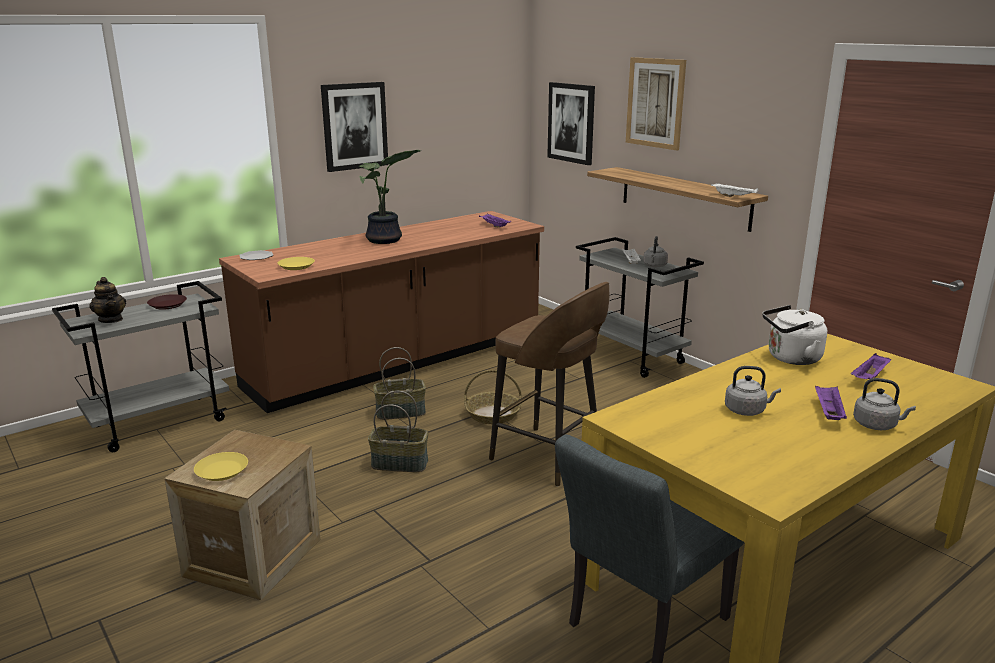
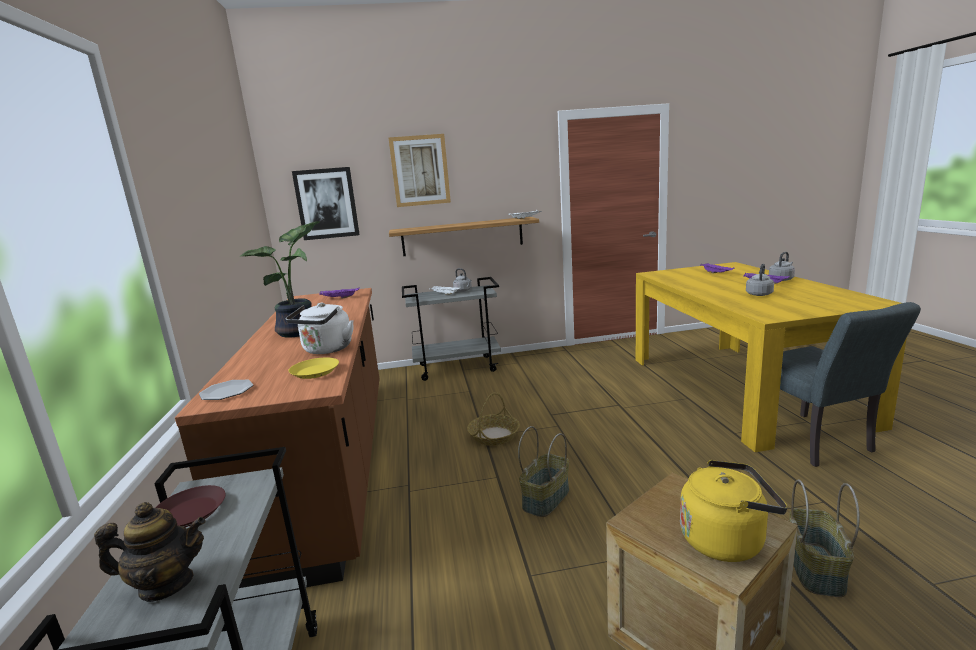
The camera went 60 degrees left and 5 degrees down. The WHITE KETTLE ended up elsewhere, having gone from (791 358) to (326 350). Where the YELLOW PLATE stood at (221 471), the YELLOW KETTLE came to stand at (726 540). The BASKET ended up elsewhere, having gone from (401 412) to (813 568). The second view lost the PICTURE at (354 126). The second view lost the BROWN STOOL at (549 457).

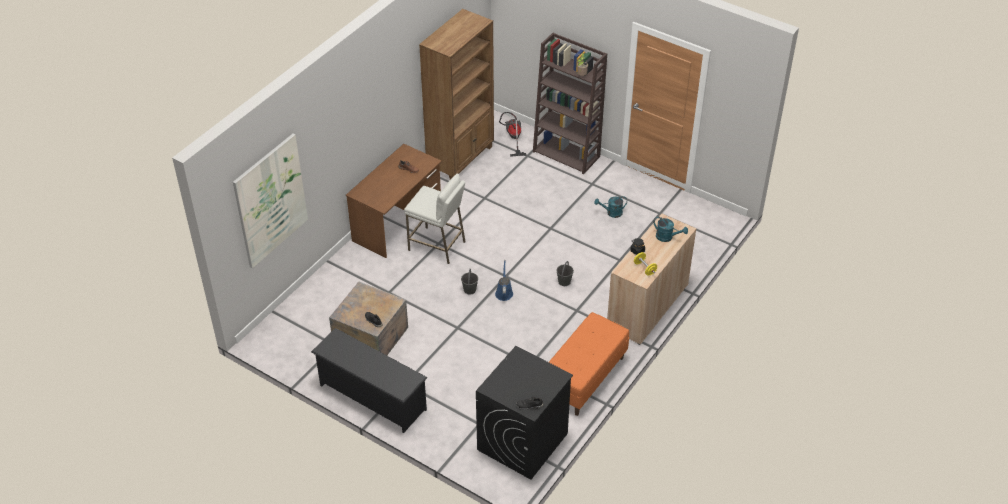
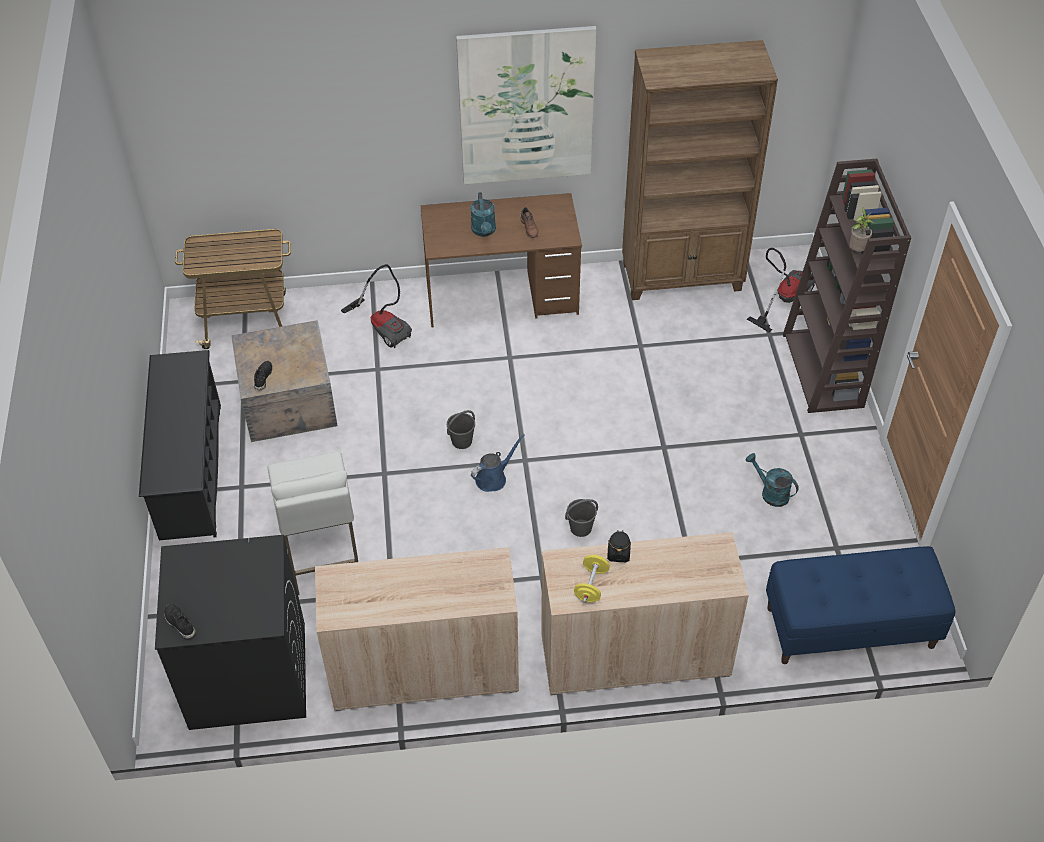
The camera went 50 degrees right and 5 degrees up. The second view gained the CART at (247 321). The WHITE STOOL ended up elsewhere, having gone from (437 246) to (322 555). Where the ORANGE BENCH stood at (584 378), the BEIGE CABINET came to stand at (424 670). The second view gained the VACUUM CLEANER at (384 326). The PICTURE ended up elsewhere, having gone from (271 201) to (526 106). The TURQUOISE WATERING CAN ended up elsewhere, having gone from (667 237) to (484 231). The second view gained the BLUE BENCH at (849 628).

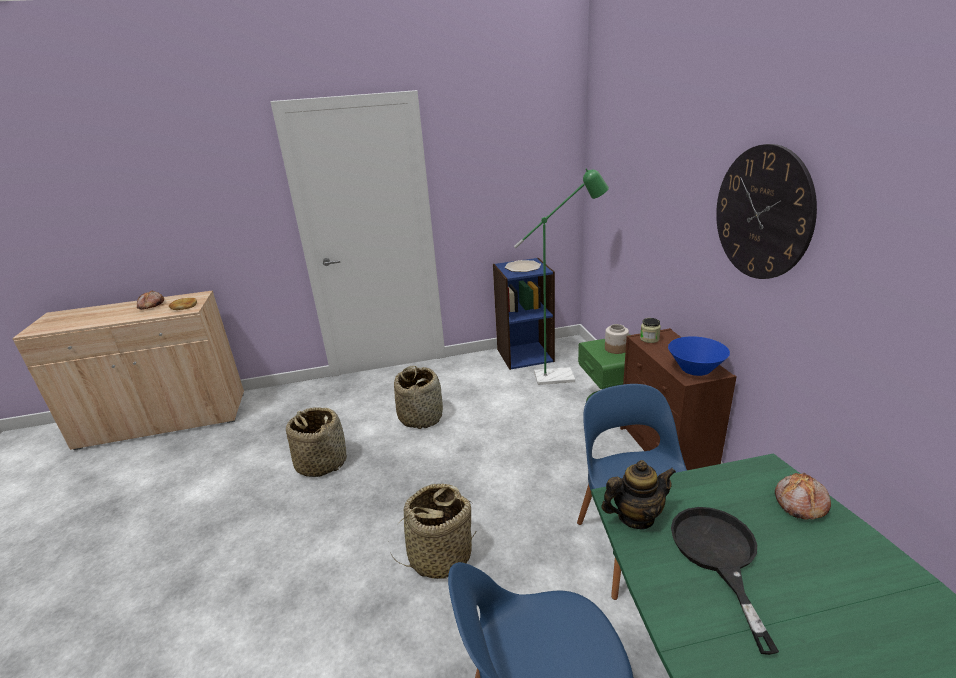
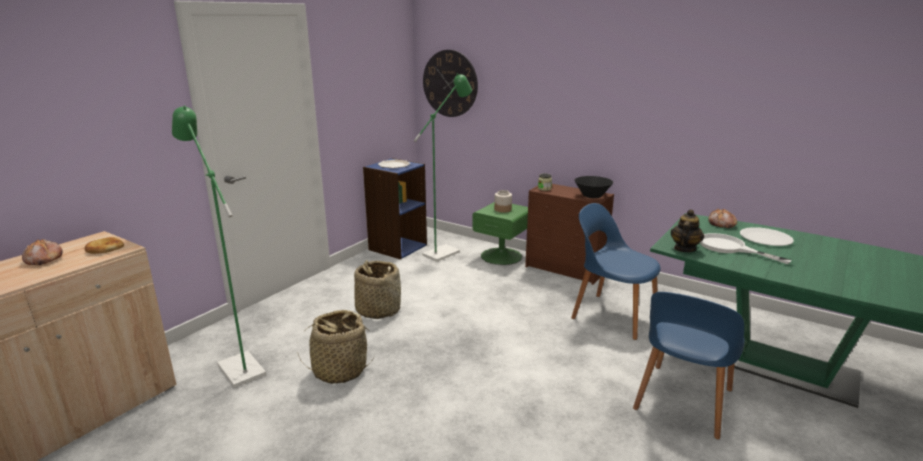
The camera went 45 degrees left and 5 degrees down. The second view gained the GREEN FLOOR LAMP at (237 365). The WALL CLOCK ended up elsewhere, having gone from (762 213) to (450 83). What was the BLUE BOWL at (695 370) turned into the BLACK BOWL at (592 196). What was the BLACK FRYING PAN at (718 555) turned into the WHITE FRYING PAN at (729 248). The second view gained the WHITE PLATE at (765 238). The second view lost the BASKET at (440 555).

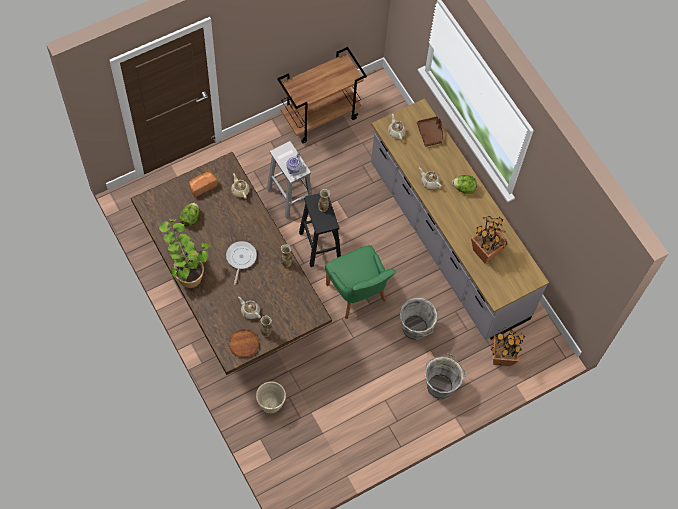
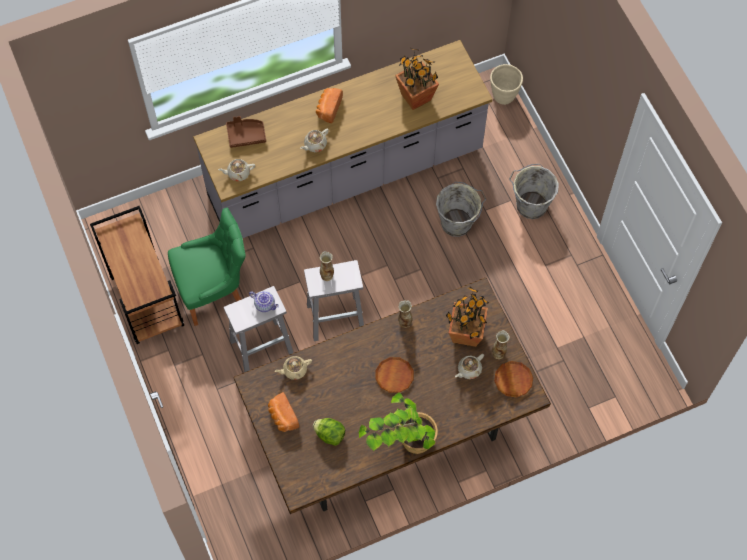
The camera went 80 degrees left and 0 degrees up. The GREEN CHAIR ended up elsewhere, having gone from (357 294) to (214 291). What was the BLACK STOOL at (320 246) turned into the WHITE STOOL at (336 317). Where the LETTUCE stood at (464 188), the BREAD came to stand at (328 108). Where the FRYING PAN stood at (240 258), the BROWN PLATE came to stand at (394 376). The POTTED PLANT ended up elsewhere, having gone from (502 357) to (465 334). The BEIGE PLANTER ended up elsewhere, having gone from (271 405) to (503 96).

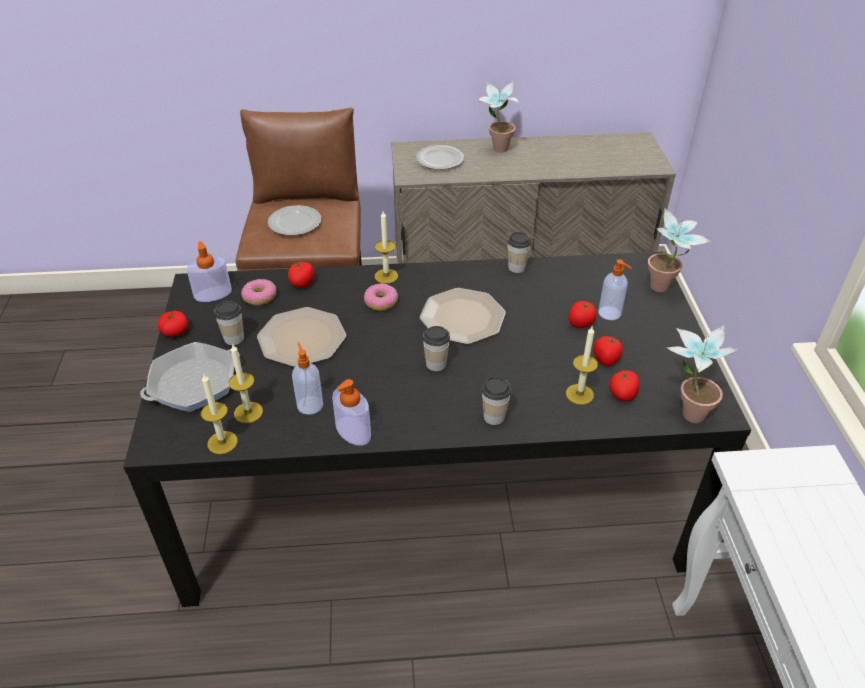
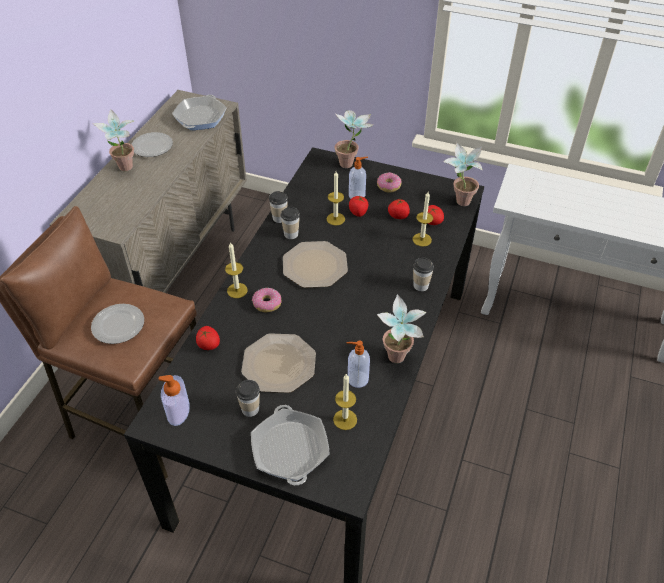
The camera went 65 degrees left and 5 degrees up. The PLATE ended up elsewhere, having gone from (439 160) to (152 147). The second view gained the FRYING PAN at (200 117). The CUP ended up elsewhere, having gone from (436 364) to (291 234). The CANDLE ended up elsewhere, having gone from (222 442) to (335 219). The DONUT ended up elsewhere, having gone from (260 297) to (388 186). Where the SOAP DISPENSER stood at (353 431), the POTTED PLANT came to stand at (397 362). The second view lost the TOMATO at (175 332).

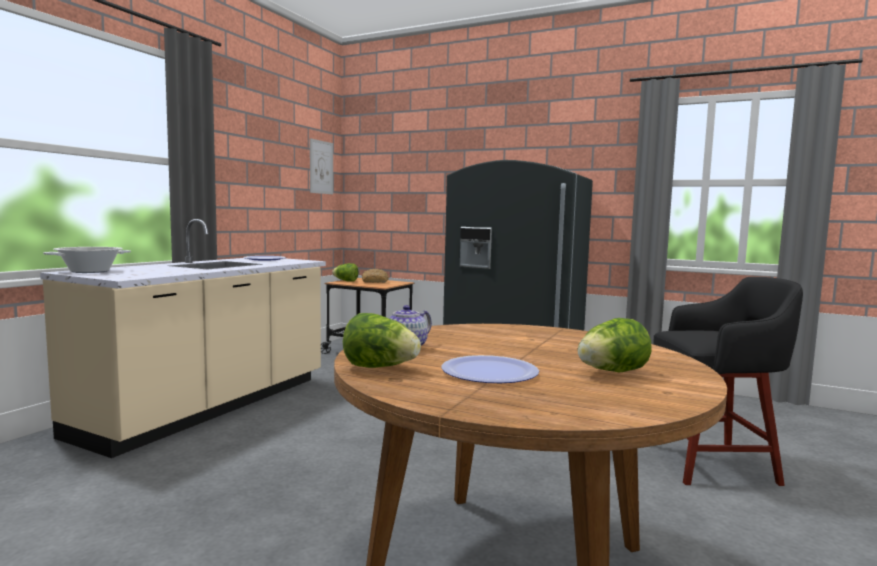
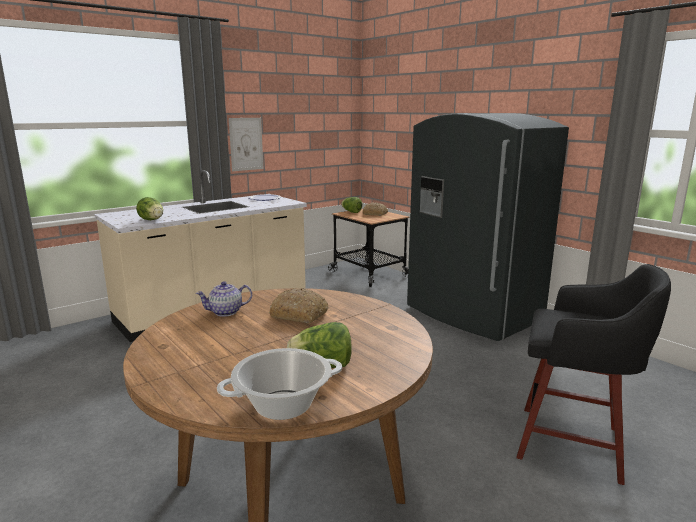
The camera went 25 degrees right and 10 degrees up. The LETTUCE ended up elsewhere, having gone from (380 367) to (152 220). The COOKING POT ended up elsewhere, having gone from (89 271) to (282 405). The PICTURE ended up elsewhere, having gone from (321 167) to (246 144). The second view gained the BREAD at (300 314). The second view lost the PLATE at (489 372).

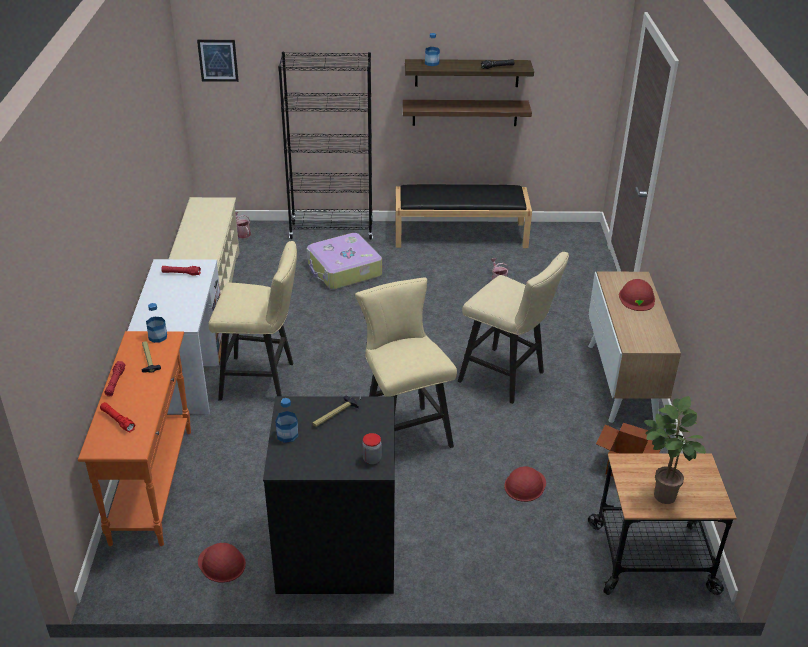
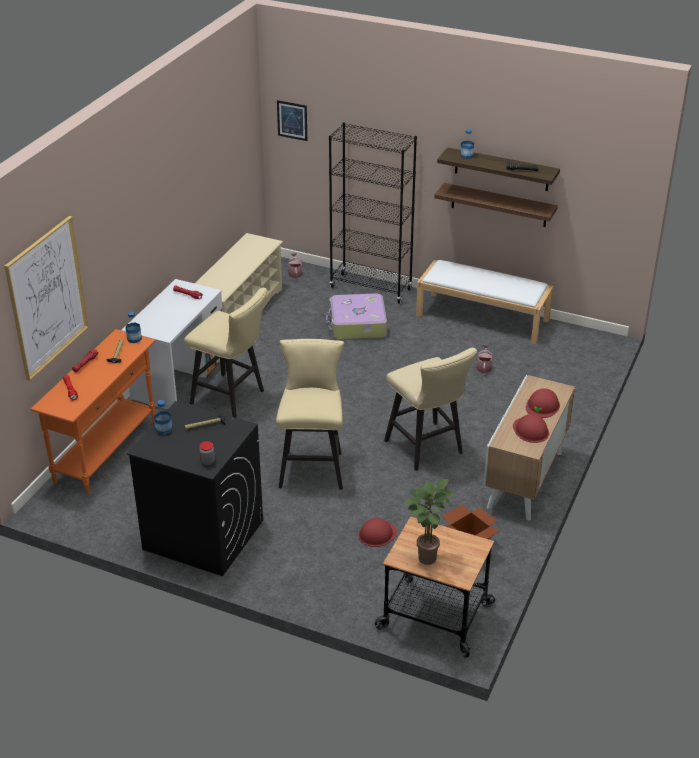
The camera went 25 degrees right and 0 degrees up. The second view gained the PICTURE at (47 298). What was the BLACK BENCH at (461 234) turned into the WHITE BENCH at (483 317). The RED HARD HAT ended up elsewhere, having gone from (221 563) to (530 430).

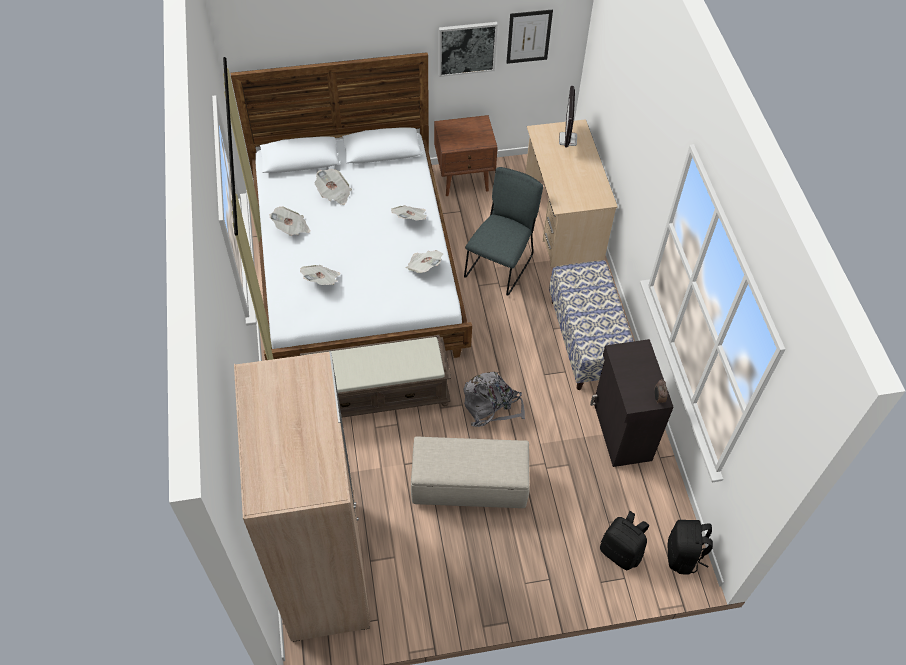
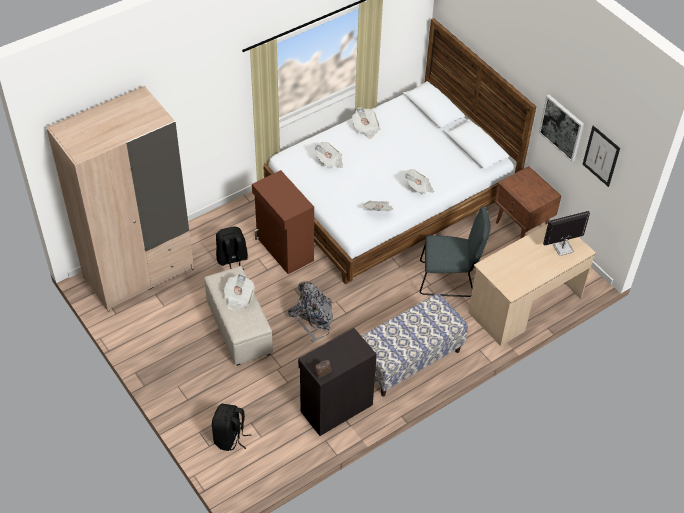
The camera went 65 degrees right and 5 degrees down. The BLACK BACKPACK ended up elsewhere, having gone from (683 556) to (232 260). The NEWSPAPER ended up elsewhere, having gone from (334 193) to (238 298). Where the BROWN BENCH stood at (377 395), the BROWN CABINET came to stand at (284 250).

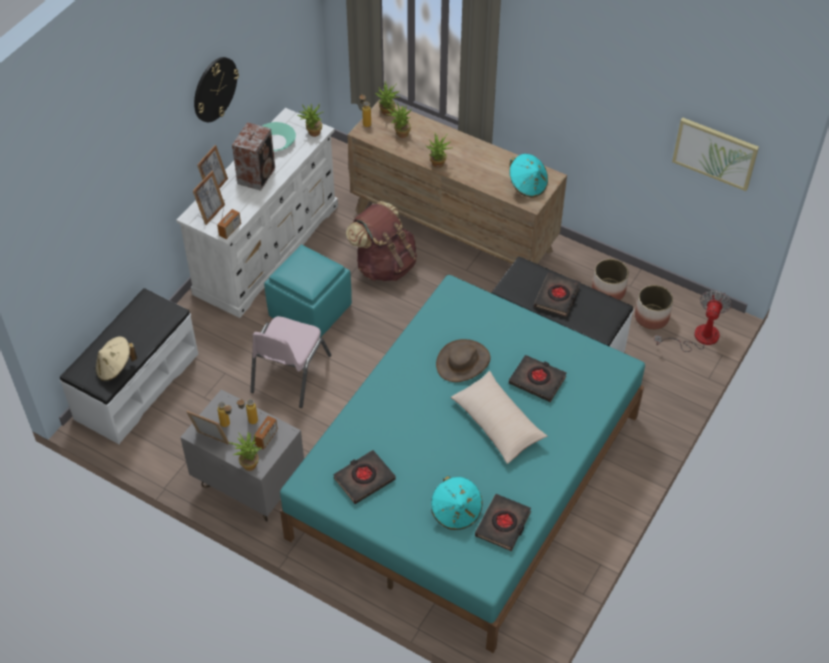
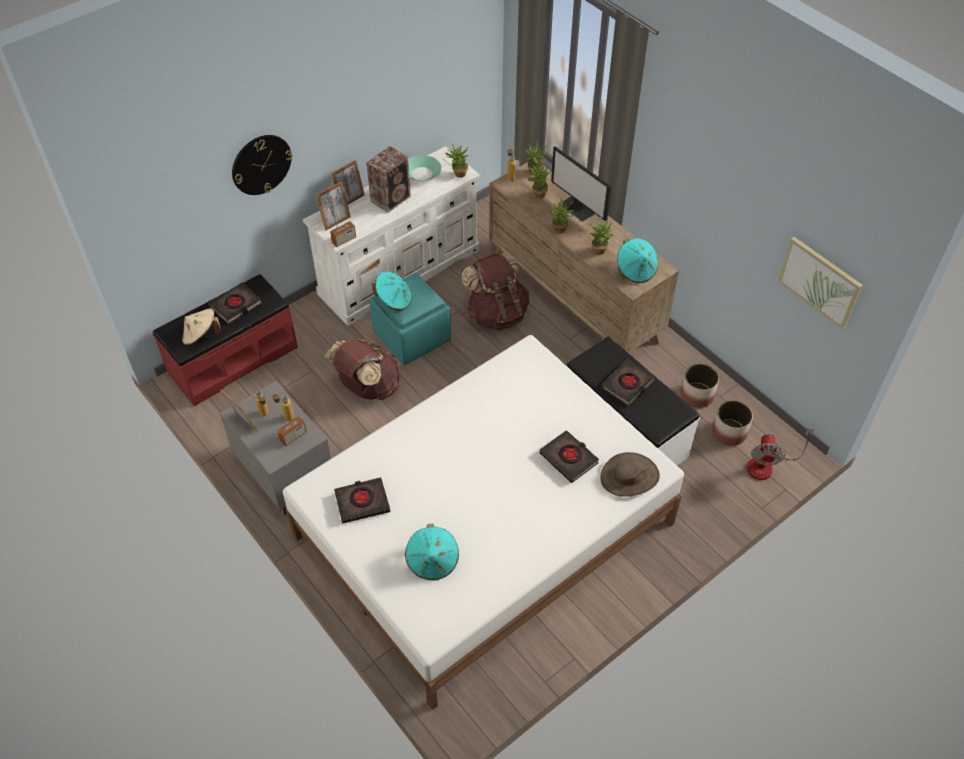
The camera went 20 degrees right and 0 degrees up. What was the WHITE BENCH at (136 386) turned into the RED BENCH at (233 360). The BLACK BOOK ended up elsewhere, having gone from (503 524) to (236 306). The WALL CLOCK ended up elsewhere, having gone from (214 89) to (261 164). What was the TURQUOISE BED at (465 475) turned into the WHITE BED at (483 529). Where the PINK CHAIR stood at (289 373), the BROWN BACKPACK came to stand at (367 387). The second view gained the TURQUOISE HAT at (394 300). The second view gained the MONITOR at (578 208). The POTTED PLANT ended up elsewhere, having gone from (248 463) to (598 249). The BROWN HAT ended up elsewhere, having gone from (463 362) to (629 477). The FAN at (697 337) ended up facing another way, 150 degrees clockwise from before. The second view lost the BEIGE PILLOW at (497 423).

